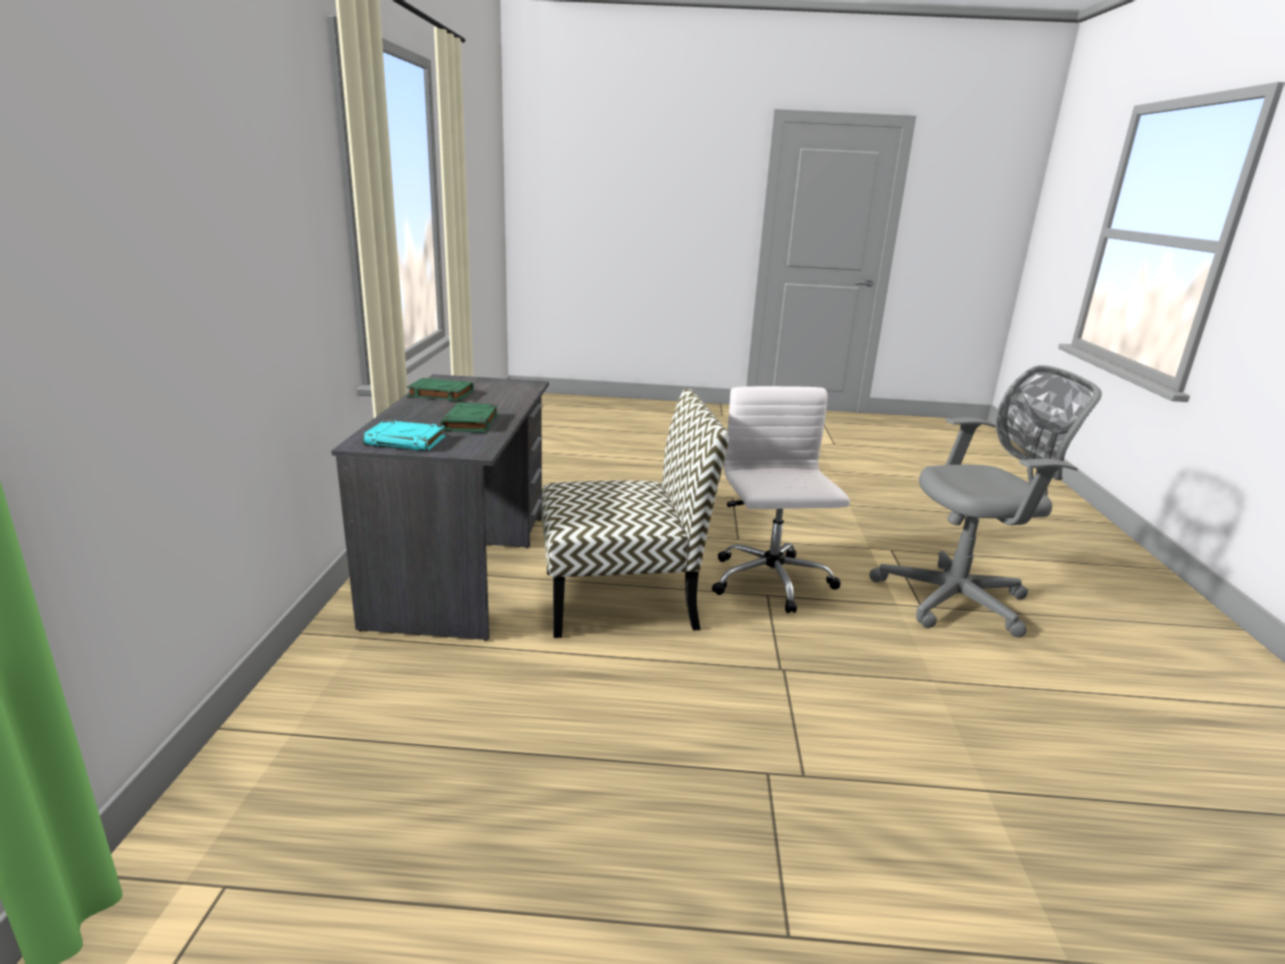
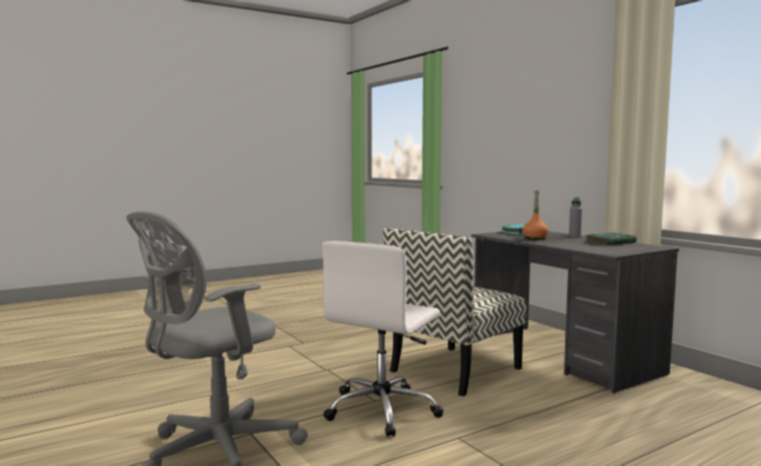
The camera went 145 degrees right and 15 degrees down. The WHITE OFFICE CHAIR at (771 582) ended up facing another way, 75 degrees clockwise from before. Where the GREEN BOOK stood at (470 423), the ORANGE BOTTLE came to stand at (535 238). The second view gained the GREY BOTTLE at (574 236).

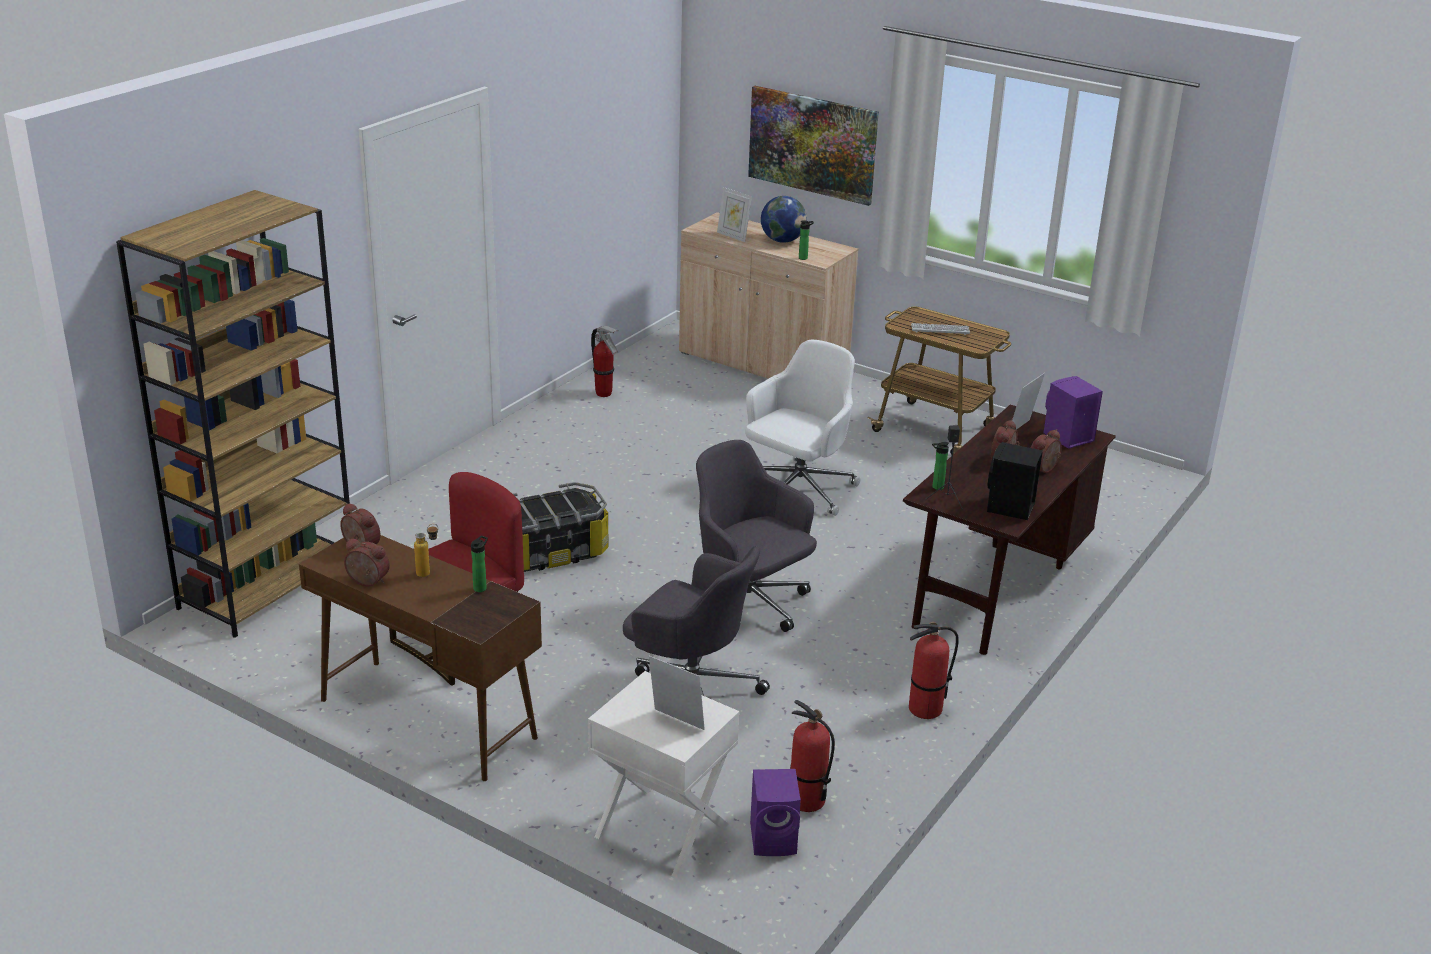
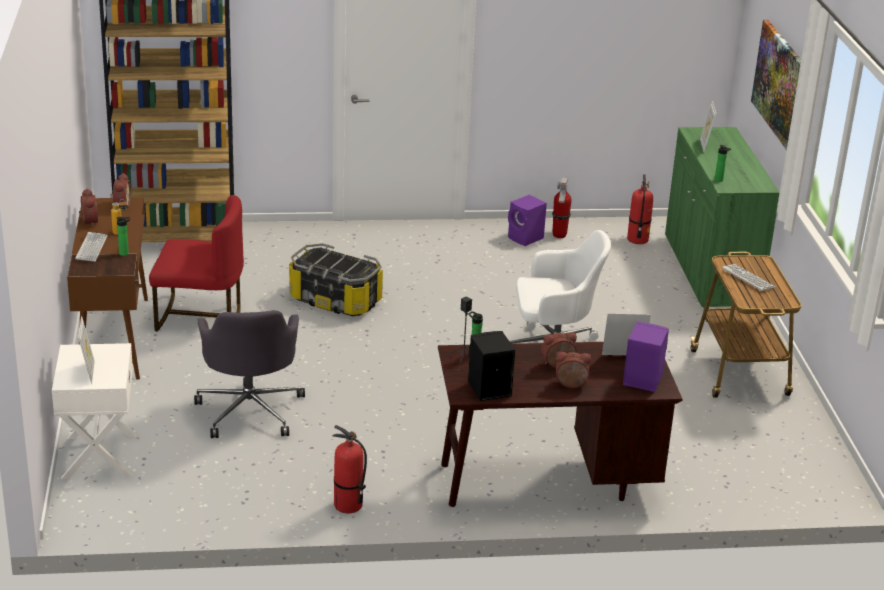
The camera went 50 degrees right and 0 degrees up. The second view gained the KEYBOARD at (91 248). The PURPLE SPEAKER ended up elsewhere, having gone from (775 839) to (526 238). The FIRE EXTINGUISHER ended up elsewhere, having gone from (806 801) to (637 239). What was the BEIGE CABINET at (762 363) turned into the GREEN CABINET at (710 271). The second view lost the GREY OFFICE CHAIR at (748 607). The second view lost the GLOBE at (782 240).

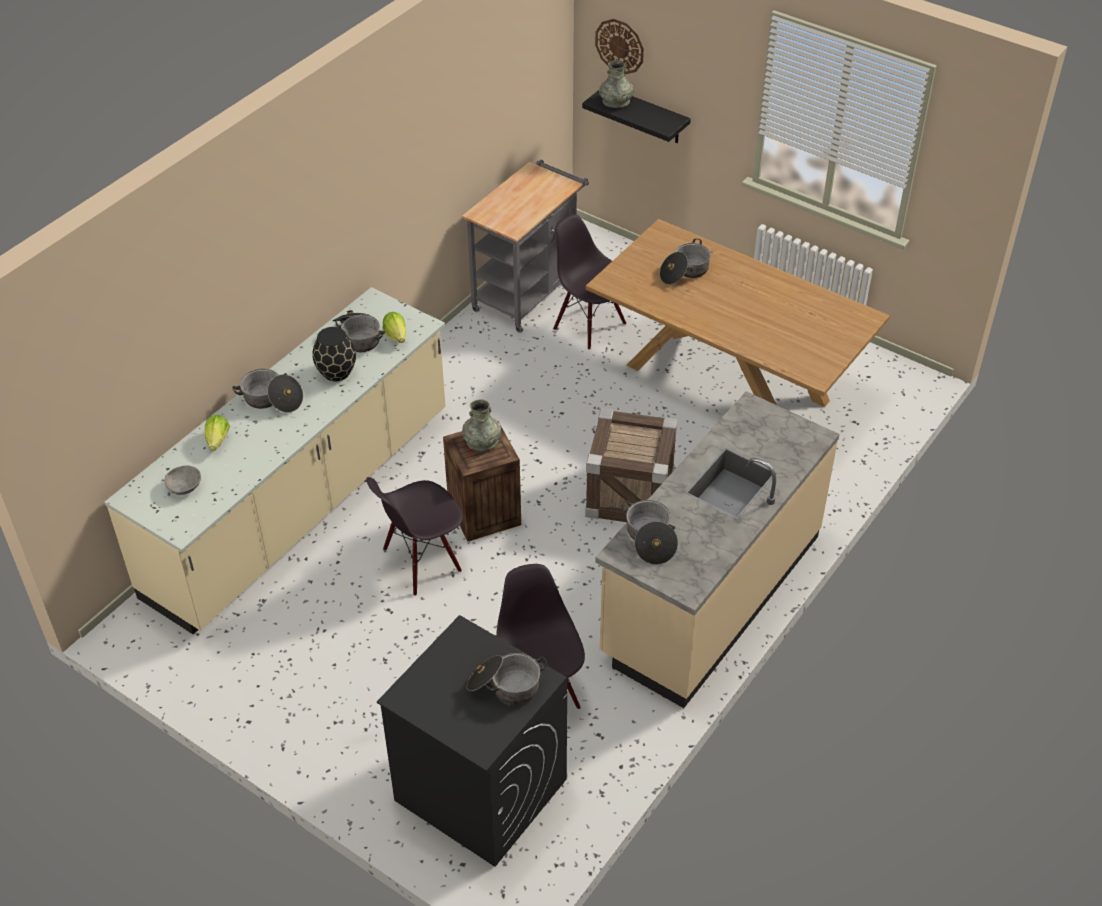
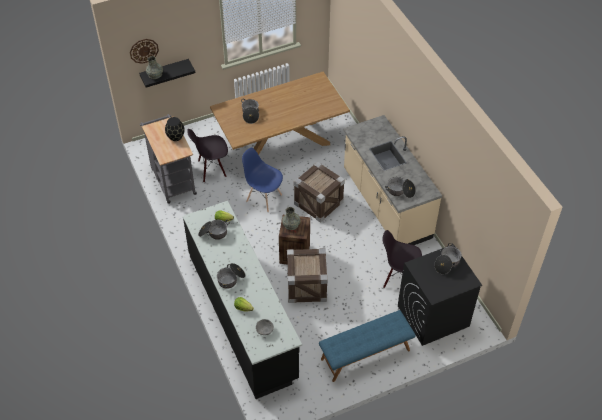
The camera went 60 degrees left and 5 degrees up. The BLACK VASE ended up elsewhere, having gone from (337 372) to (175 136). What was the BEIGE COUNTER at (302 504) turned into the BLACK COUNTER at (242 315). The second view gained the BLUE CHAIR at (264 198). Where the BLACK CHAIR stood at (421 562), the CRATE came to stand at (306 286). The second view gained the BLUE BENCH at (365 355).

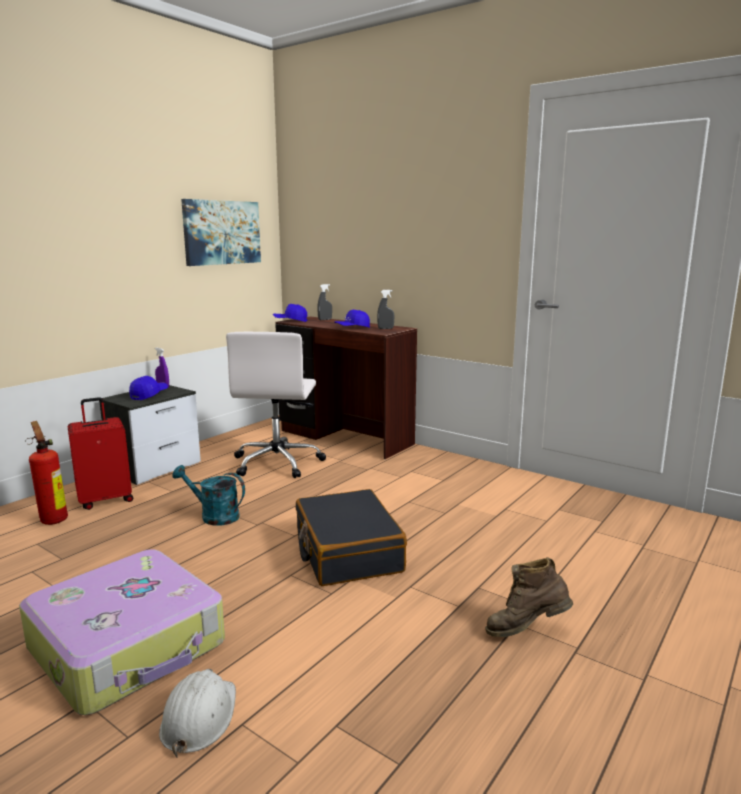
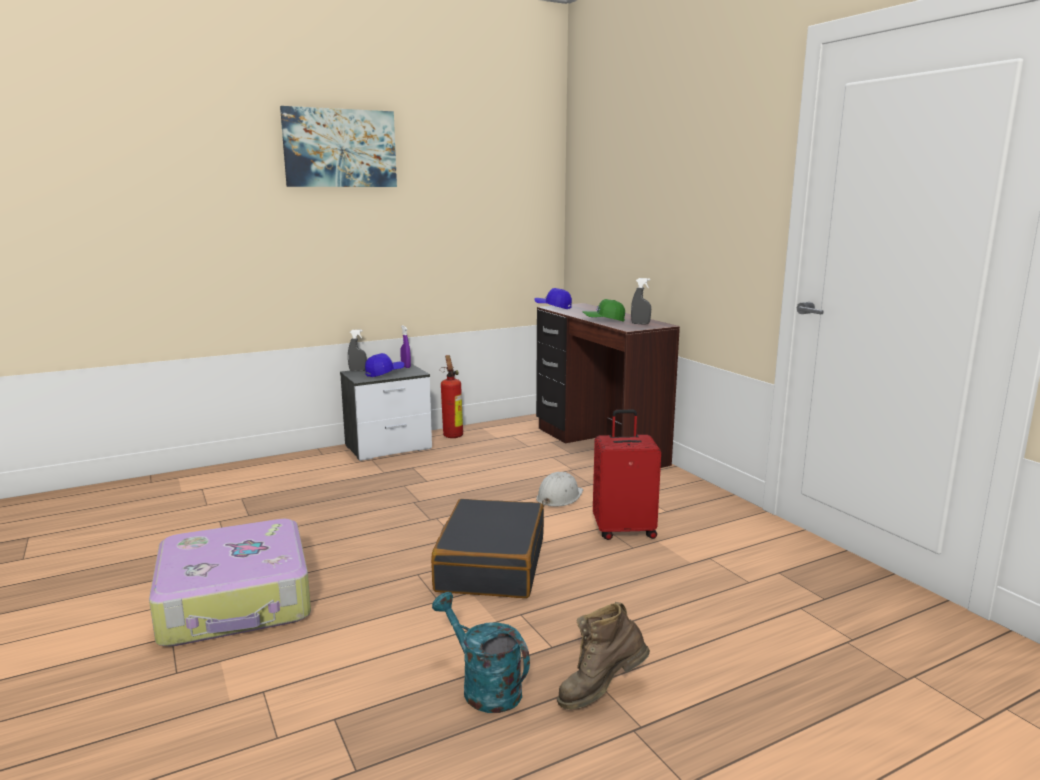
The camera went 25 degrees right and 0 degrees up. The PICTURE ended up elsewhere, having gone from (222 232) to (340 148). The GREY SPRAY BOTTLE ended up elsewhere, having gone from (325 319) to (358 370). The TURQUOISE WATERING CAN ended up elsewhere, having gone from (214 516) to (483 687). The FIRE EXTINGUISHER ended up elsewhere, having gone from (53 519) to (452 435). The WHITE HARD HAT ended up elsewhere, having gone from (199 717) to (559 497). The BROWN BOOT at (526 630) ended up facing another way, 45 degrees counterclockwise from before. What was the BLUE CAP at (352 328) turned into the GREEN CAP at (604 320). The RED SUITCASE ended up elsewhere, having gone from (105 500) to (624 530). The second view lost the WHITE OFFICE CHAIR at (278 462).

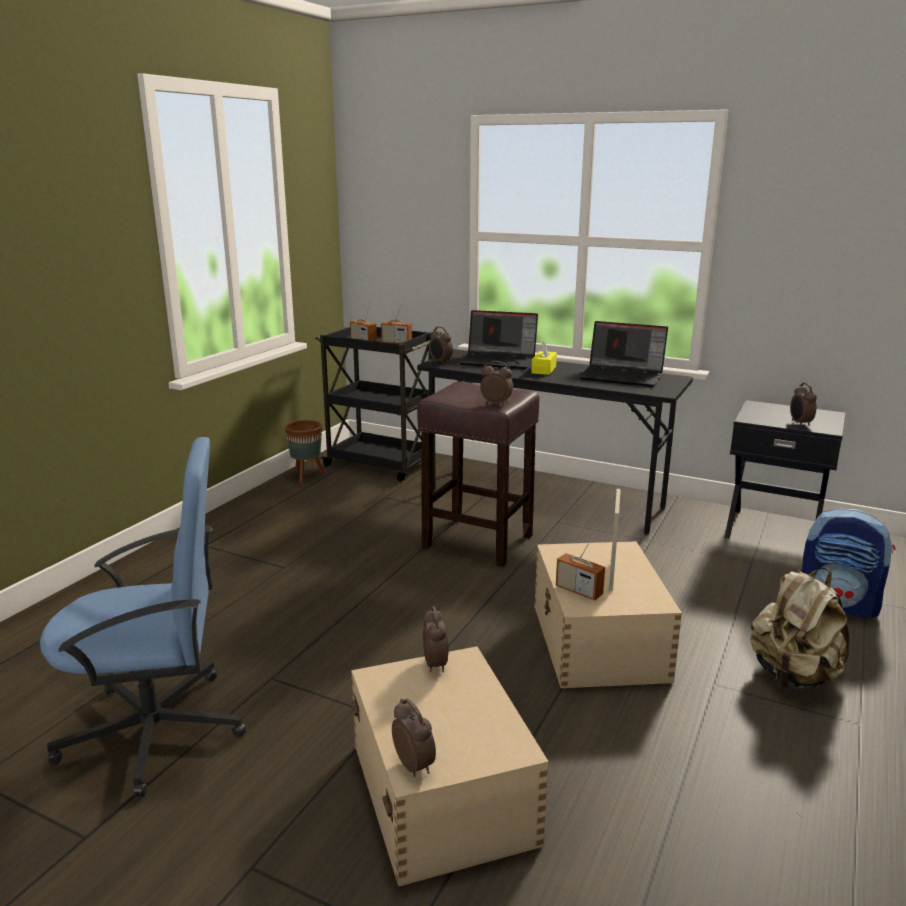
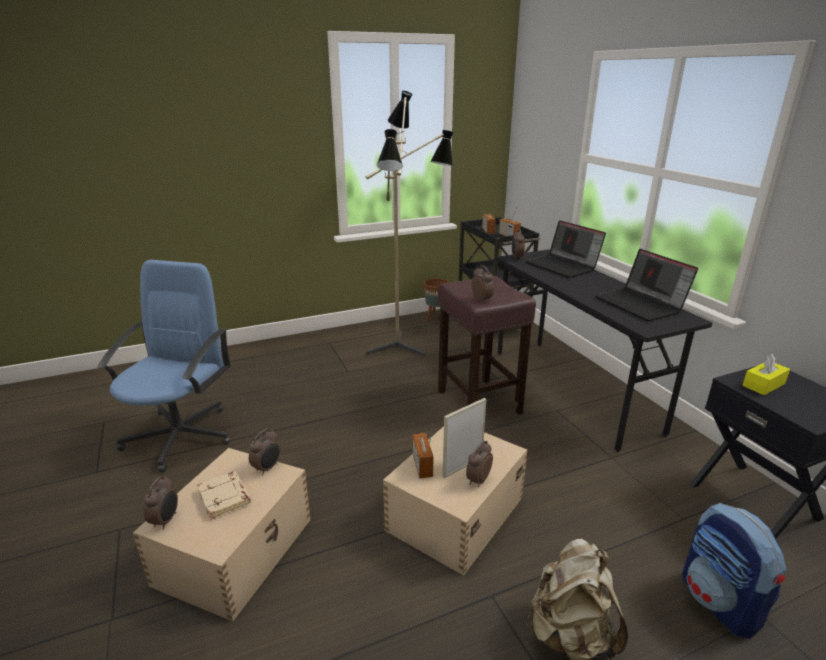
The camera went 40 degrees right and 5 degrees up. The BLUE OFFICE CHAIR at (157 730) ended up facing another way, 105 degrees counterclockwise from before. The second view gained the BEIGE BOOK at (225 498). The second view gained the FLOOR LAMP at (404 347). The ALARM CLOCK ended up elsewhere, having gone from (799 423) to (477 480). The YELLOW TISSUE BOX ended up elsewhere, having gone from (544 370) to (763 385).

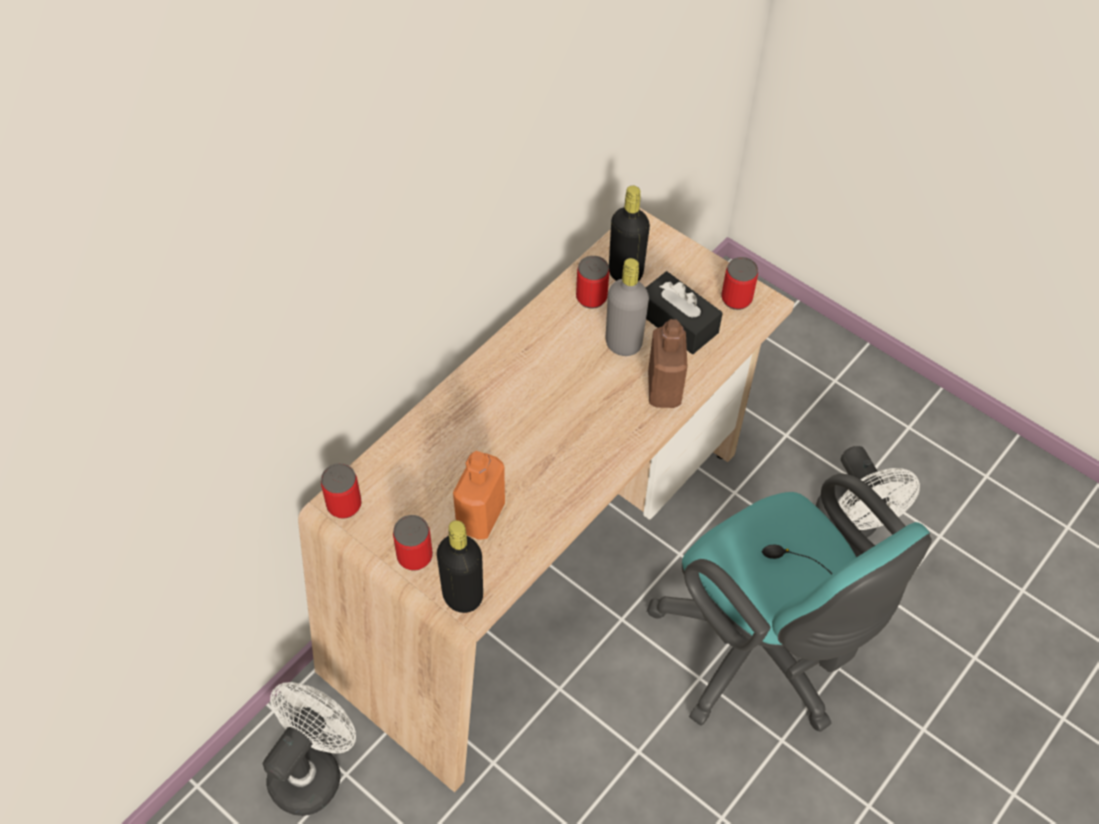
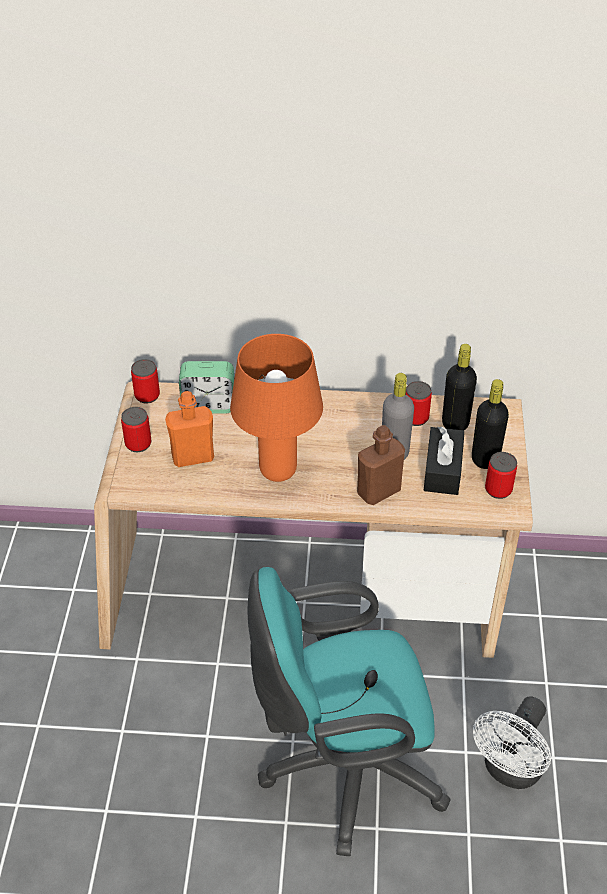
The camera went 55 degrees right and 10 degrees down. The second view gained the ALARM CLOCK at (208 405). The second view gained the ORANGE TABLE LAMP at (277 471). The TURQUOISE OFFICE CHAIR at (760 654) ended up facing another way, 60 degrees clockwise from before. The BLACK BOTTLE ended up elsewhere, having gone from (463 596) to (485 459). The second view lost the WHITE FAN at (312 769).

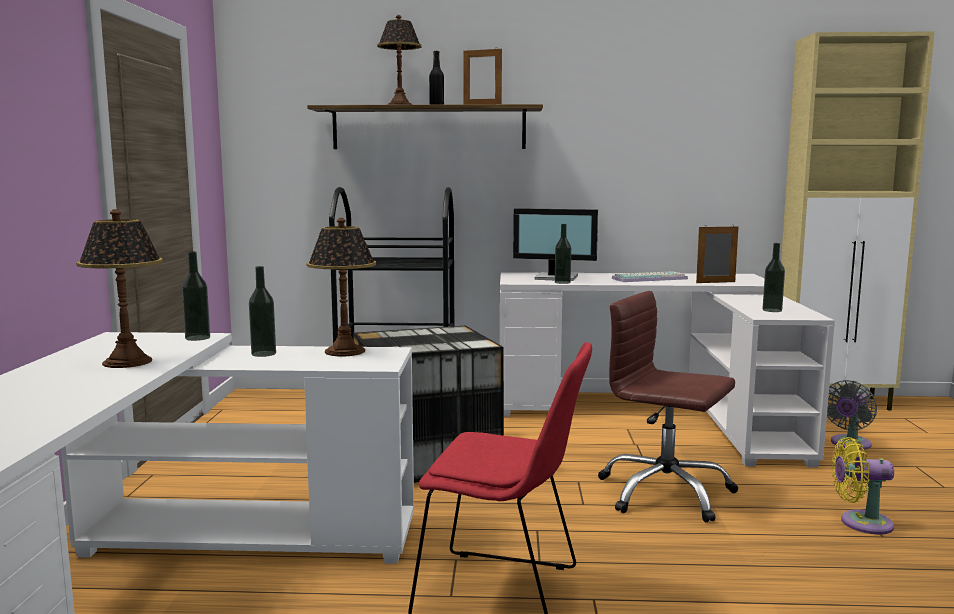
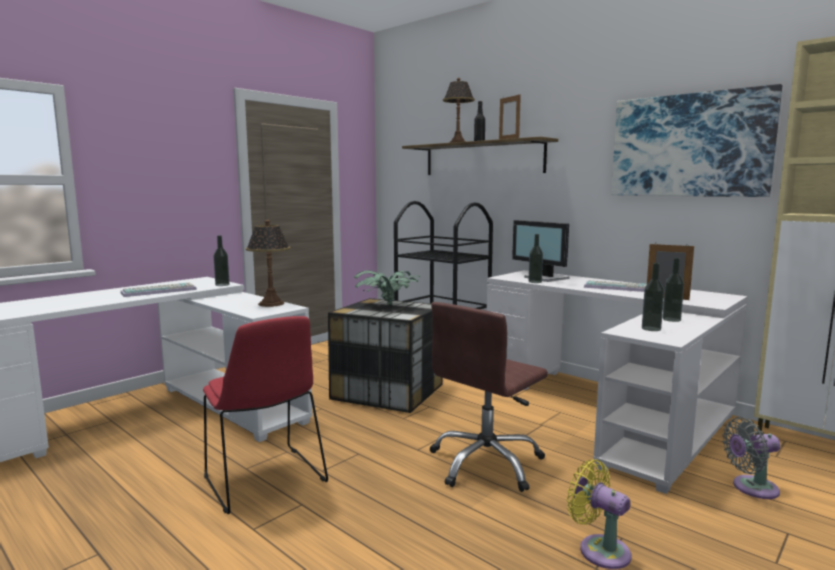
The camera went 40 degrees right and 0 degrees up. Where the TABLE LAMP stood at (128 362), the KEYBOARD came to stand at (160 291). The second view gained the POTTED PLANT at (387 305). The BROWN OFFICE CHAIR at (665 493) ended up facing another way, 120 degrees counterclockwise from before. The second view gained the PICTURE at (689 145). The BOTTLE ended up elsewhere, having gone from (263 354) to (671 319).

